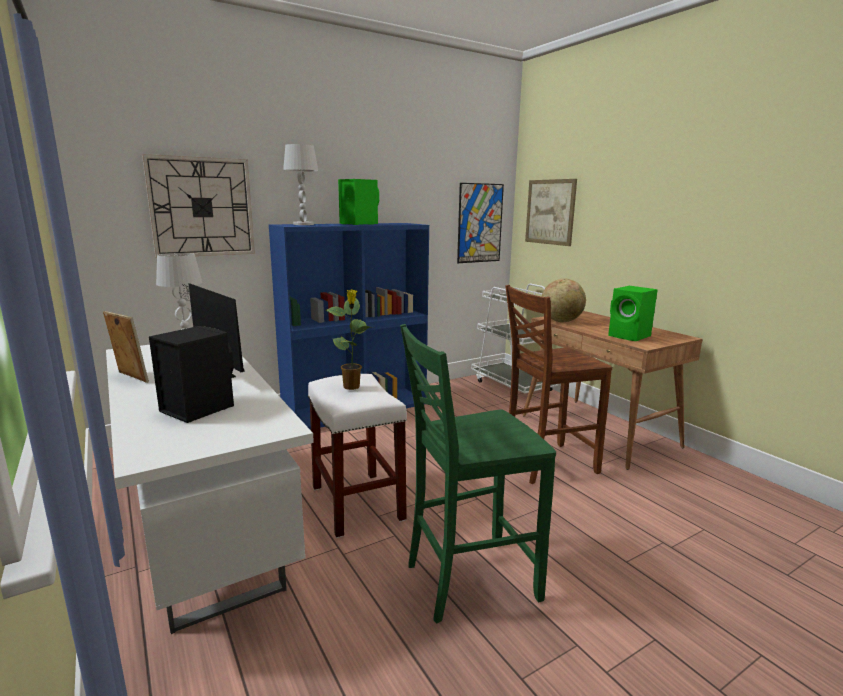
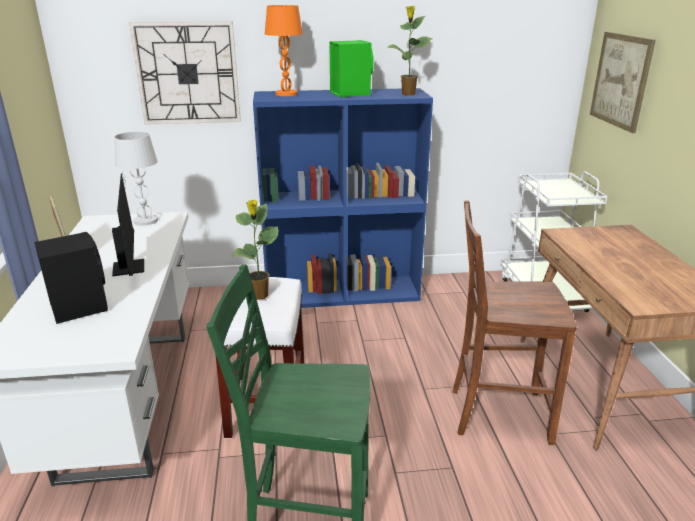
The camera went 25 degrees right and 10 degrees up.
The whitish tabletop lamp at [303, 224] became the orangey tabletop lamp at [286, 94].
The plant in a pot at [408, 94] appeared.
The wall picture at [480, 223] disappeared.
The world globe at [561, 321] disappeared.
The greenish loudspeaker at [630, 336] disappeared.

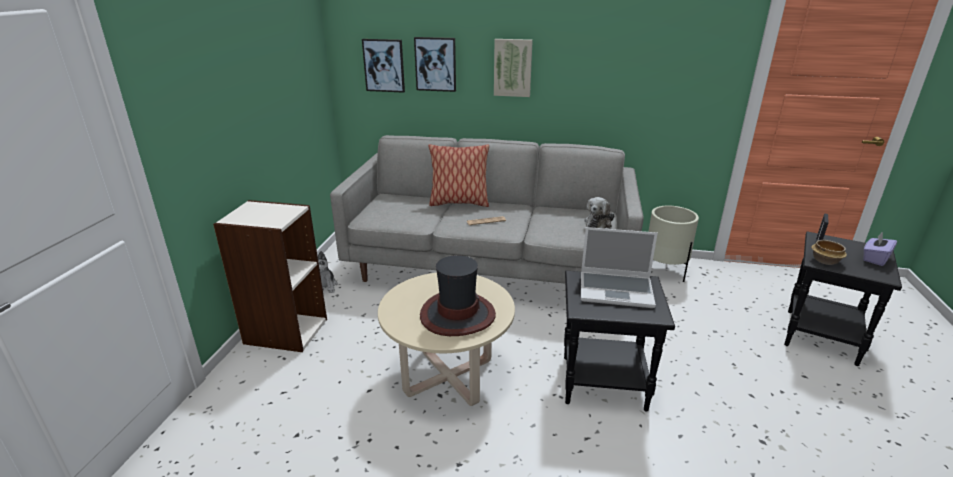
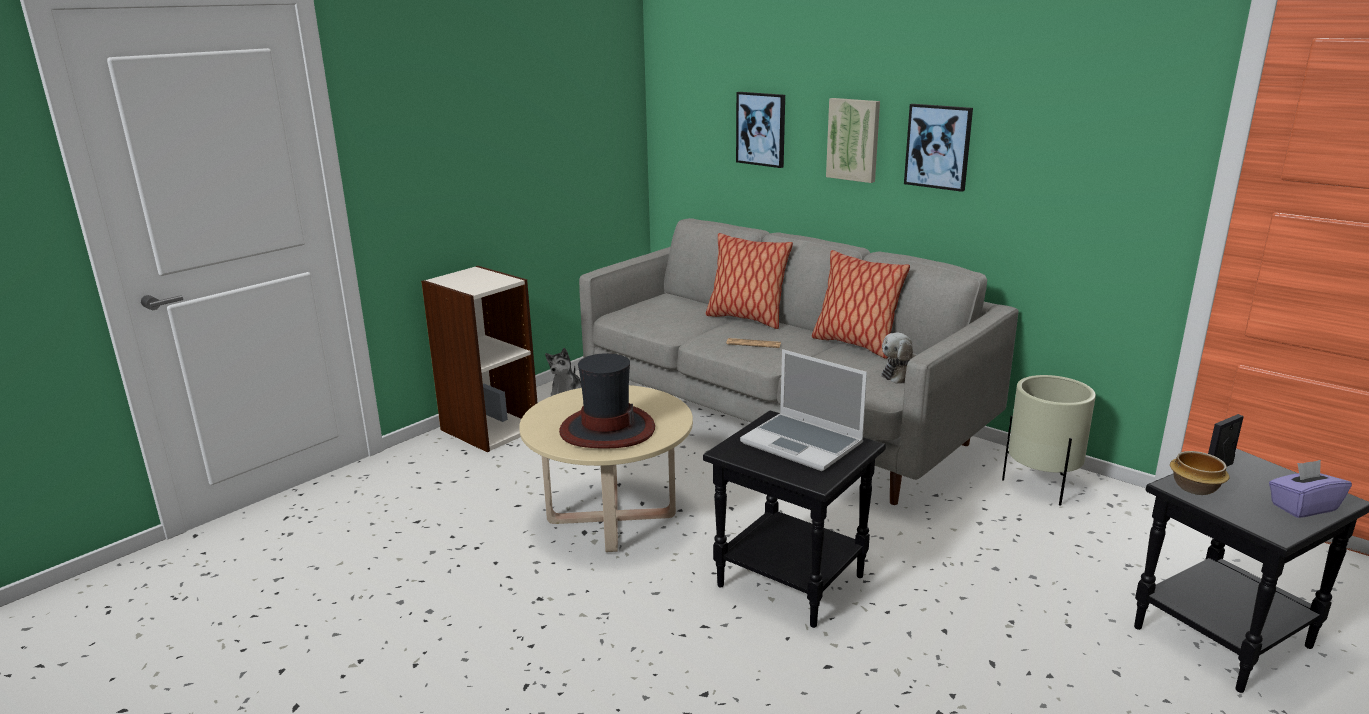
The camera went 30 degrees right and 5 degrees down.
The cushion at [855, 344] appeared.
The wall picture moved from [384, 65] to [938, 146].

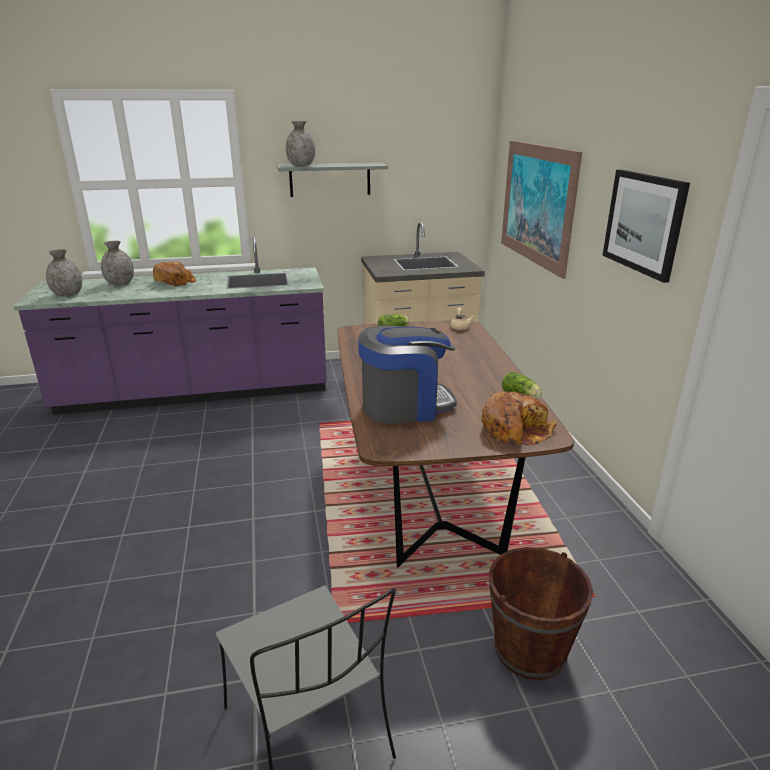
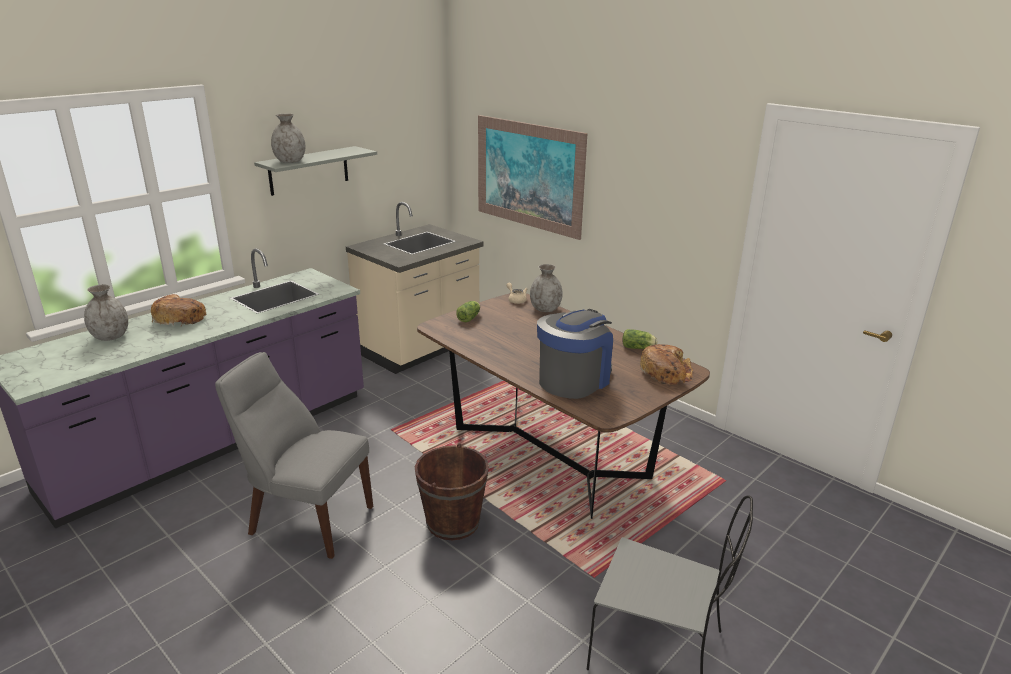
The camera went 35 degrees left and 0 degrees up.
The greyish chair at [306, 519] appeared.
The brown-coloured bucket moved from [529, 650] to [453, 522].
The greyish vase moved from [67, 294] to [545, 309].
The wall picture at [644, 223] disappeared.

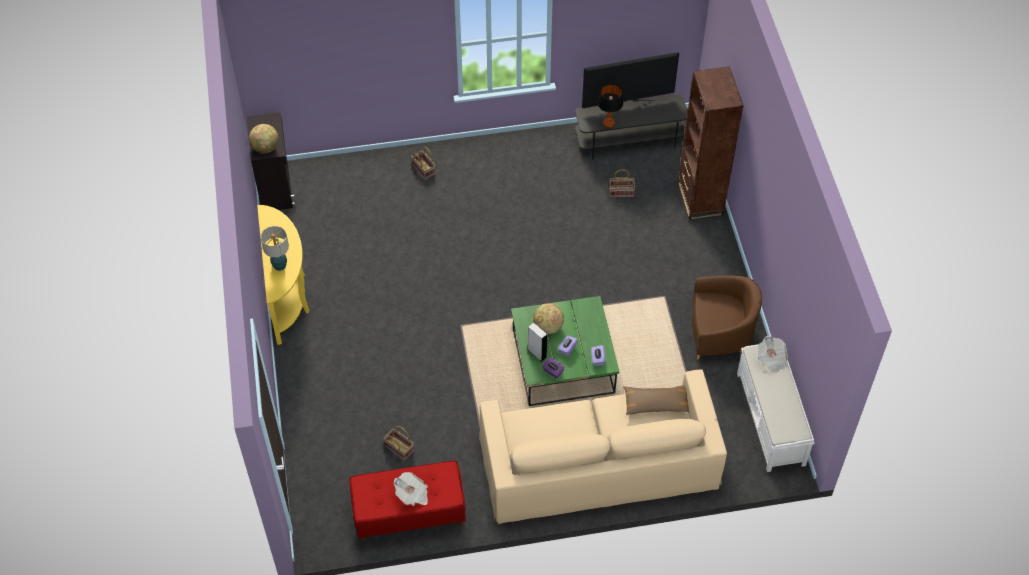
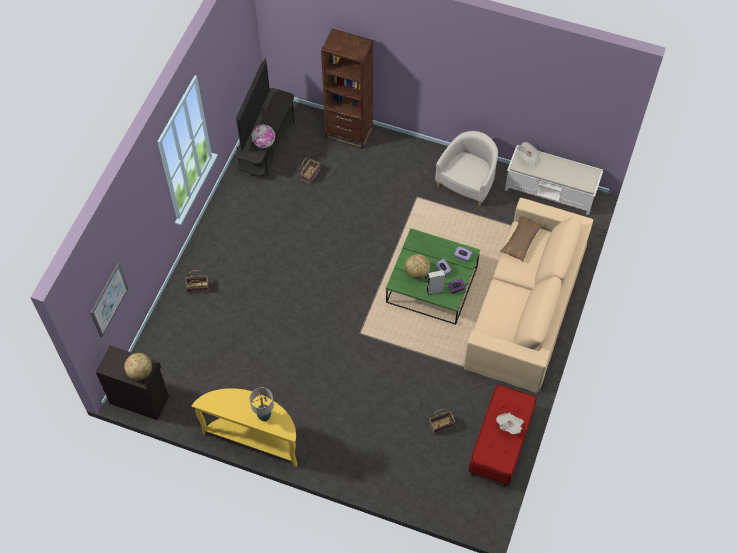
The camera went 60 degrees left and 5 degrees up.
The wall picture at [108, 299] appeared.
The tabletop lamp at [608, 123] was replaced by the world globe at [264, 143].
The brown-coloured armchair at [720, 333] became the whitish armchair at [467, 182].

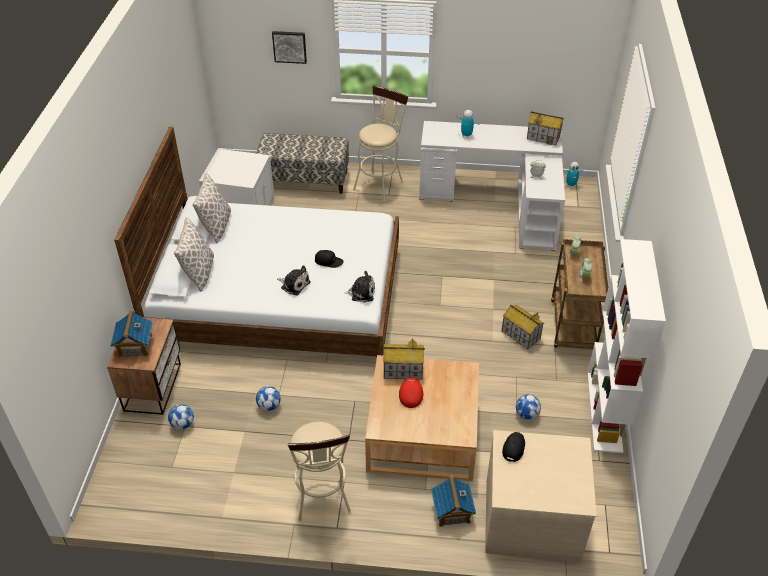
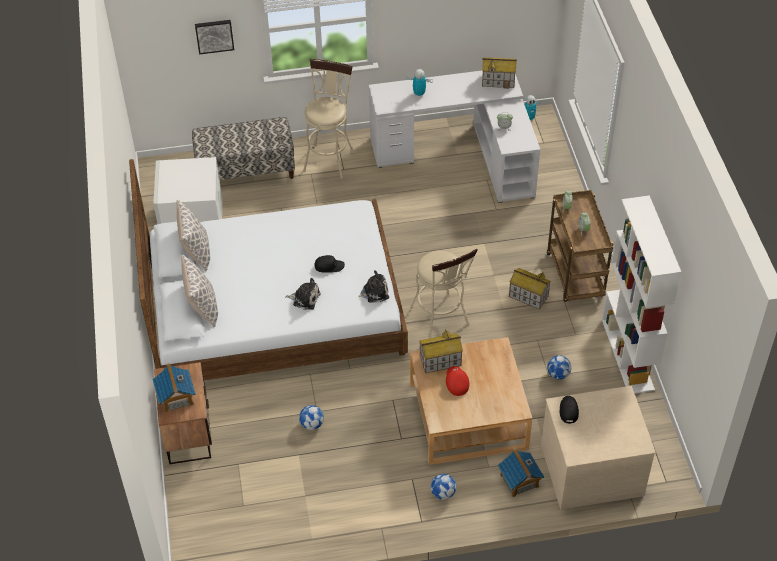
The camera went 15 degrees left and 5 degrees up.
The beige-coloured sitting stool moved from [322, 500] to [441, 320].
The football moved from [182, 424] to [443, 493].

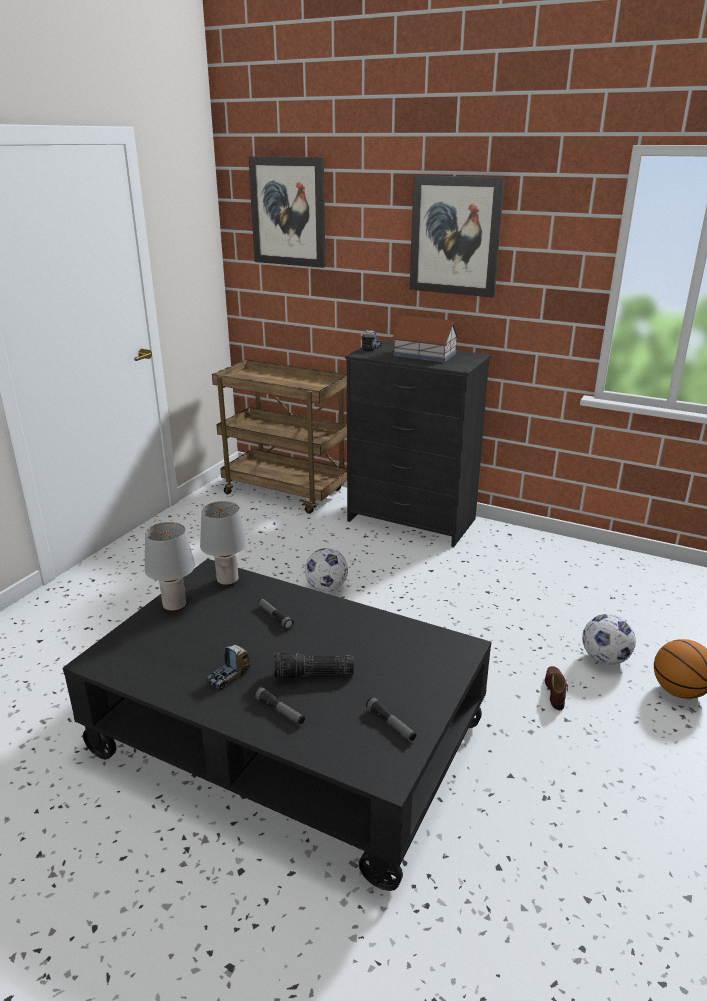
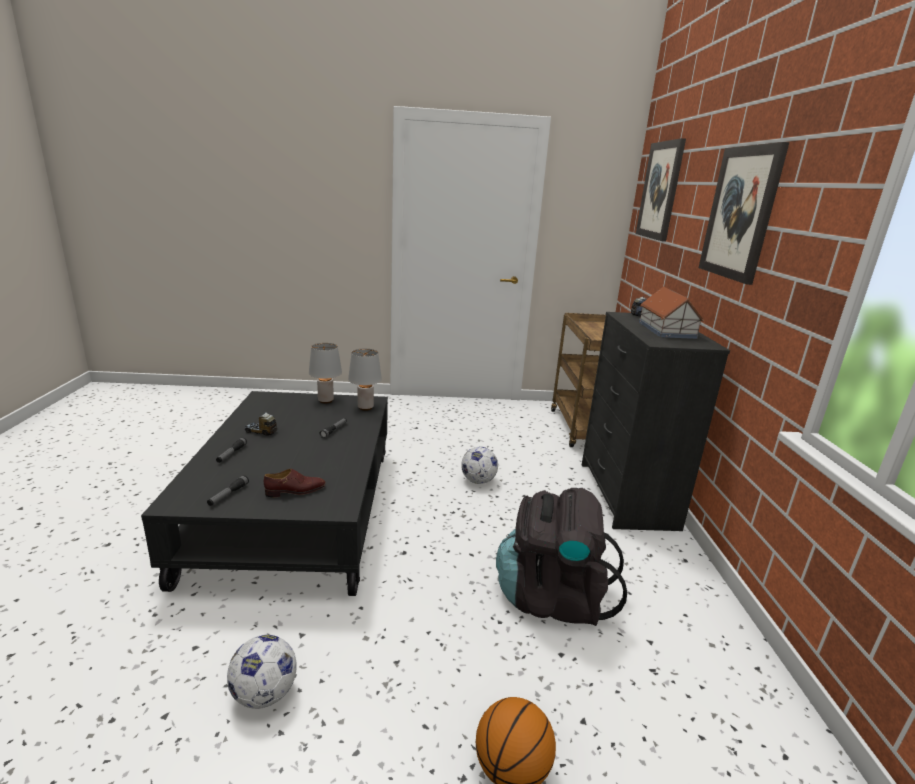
The camera went 60 degrees right and 5 degrees down.
The football moved from [604, 659] to [265, 693].
The brown-coloured low shoe moved from [555, 690] to [295, 491].
The blackish rucksack at [552, 597] appeared.
The torch at [313, 676] disappeared.

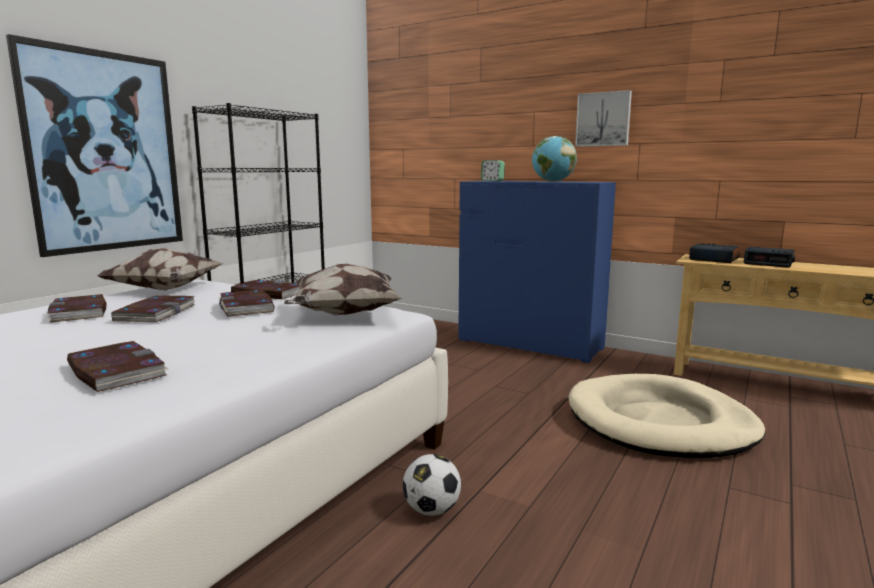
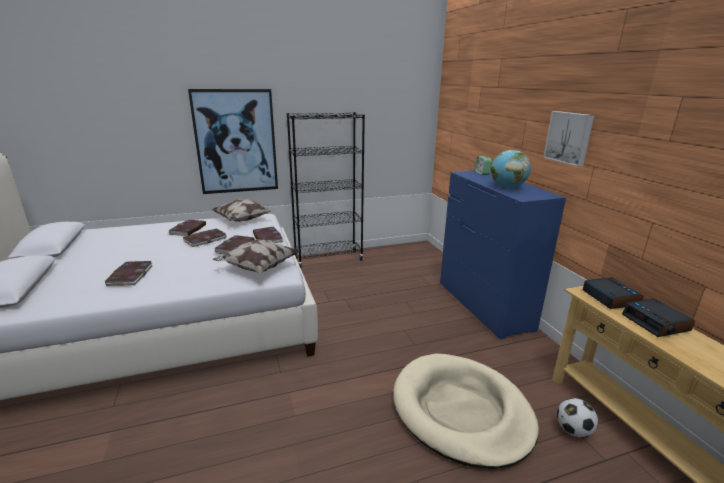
The camera went 40 degrees right and 10 degrees up.
The football moved from [431, 510] to [573, 430].

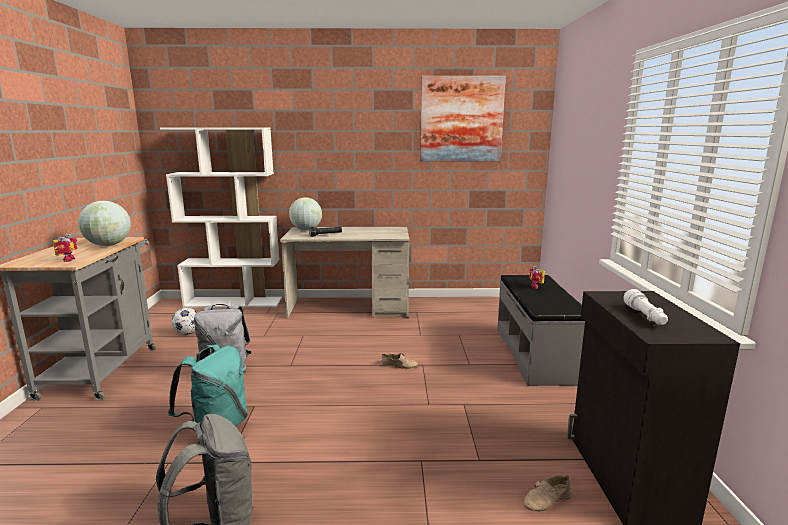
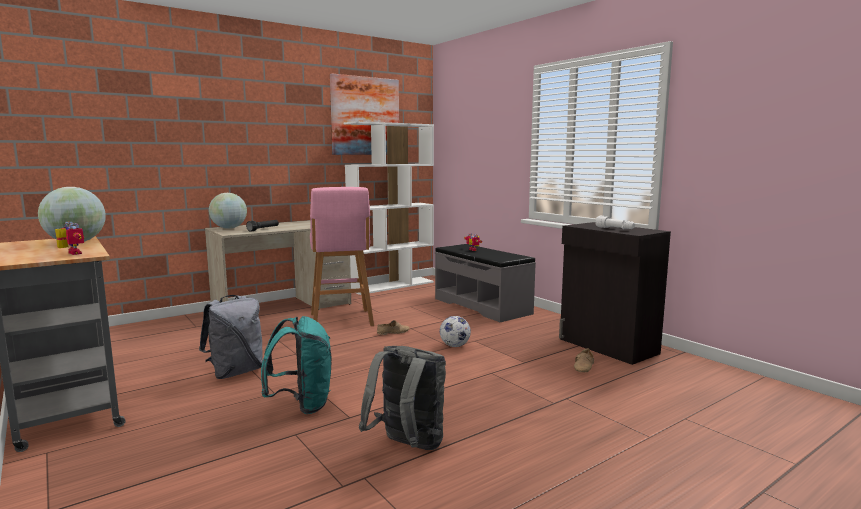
The camera went 35 degrees left and 5 degrees down.
The pink-coloured sitting stool at [341, 321] appeared.
The whitish bookcase moved from [234, 302] to [392, 285].
The football moved from [187, 333] to [455, 346].

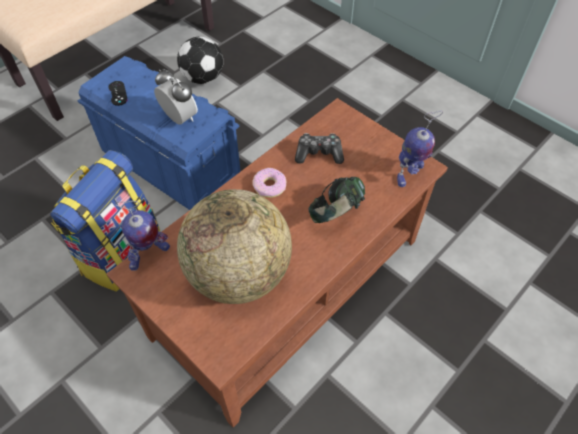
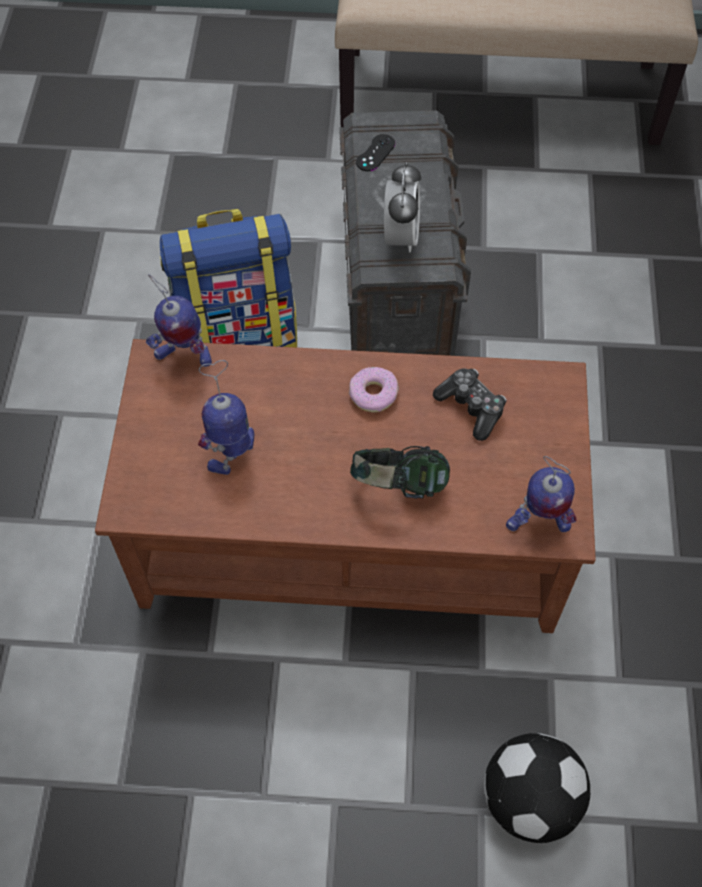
The camera went 50 degrees right and 5 degrees up.
The world globe at [239, 274] was replaced by the robot figure at [233, 452].
The bluish storage container at [171, 165] became the greyish storage container at [396, 285].
The football moved from [204, 78] to [531, 800].

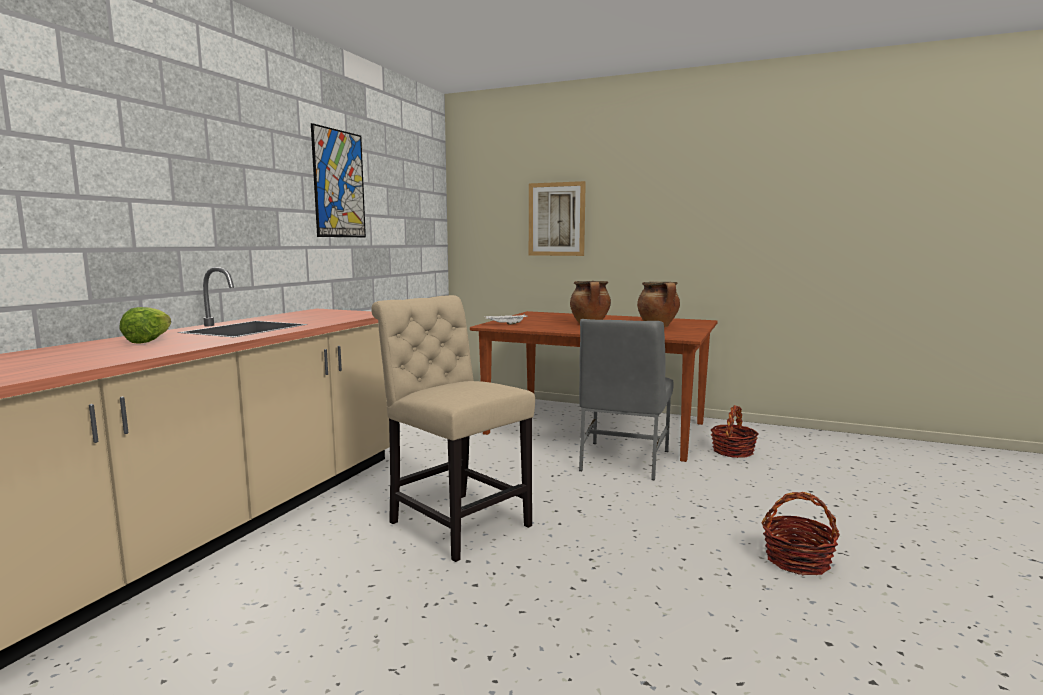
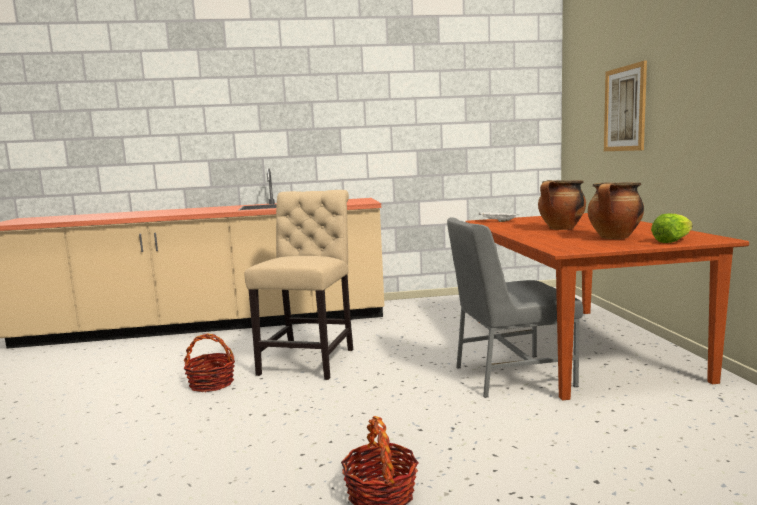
The camera went 60 degrees right and 0 degrees up.
The household basket moved from [732, 451] to [211, 384].
The lettuce moved from [149, 341] to [672, 241].
The wall picture at [339, 184] disappeared.

